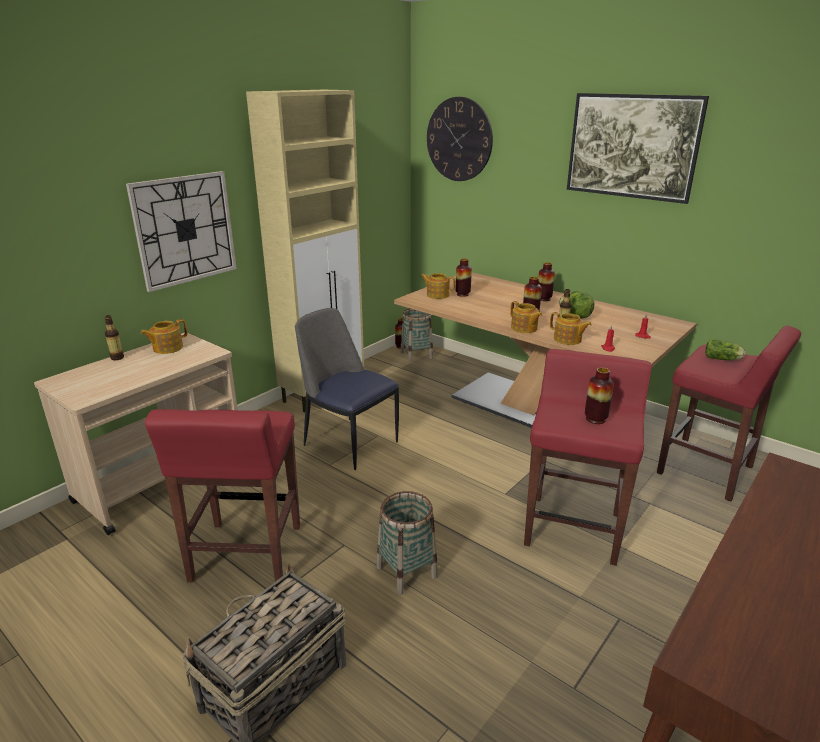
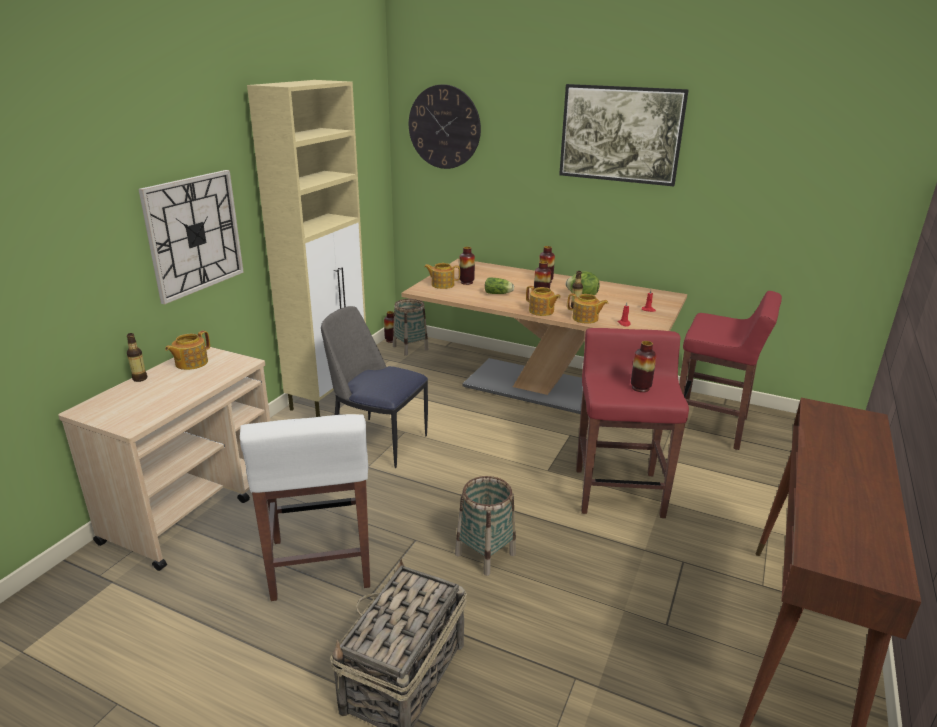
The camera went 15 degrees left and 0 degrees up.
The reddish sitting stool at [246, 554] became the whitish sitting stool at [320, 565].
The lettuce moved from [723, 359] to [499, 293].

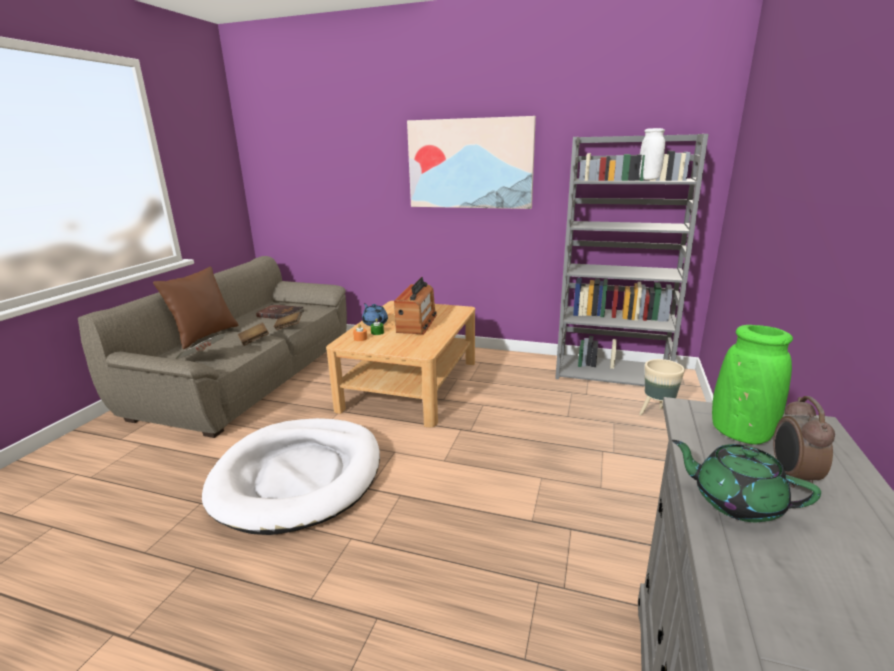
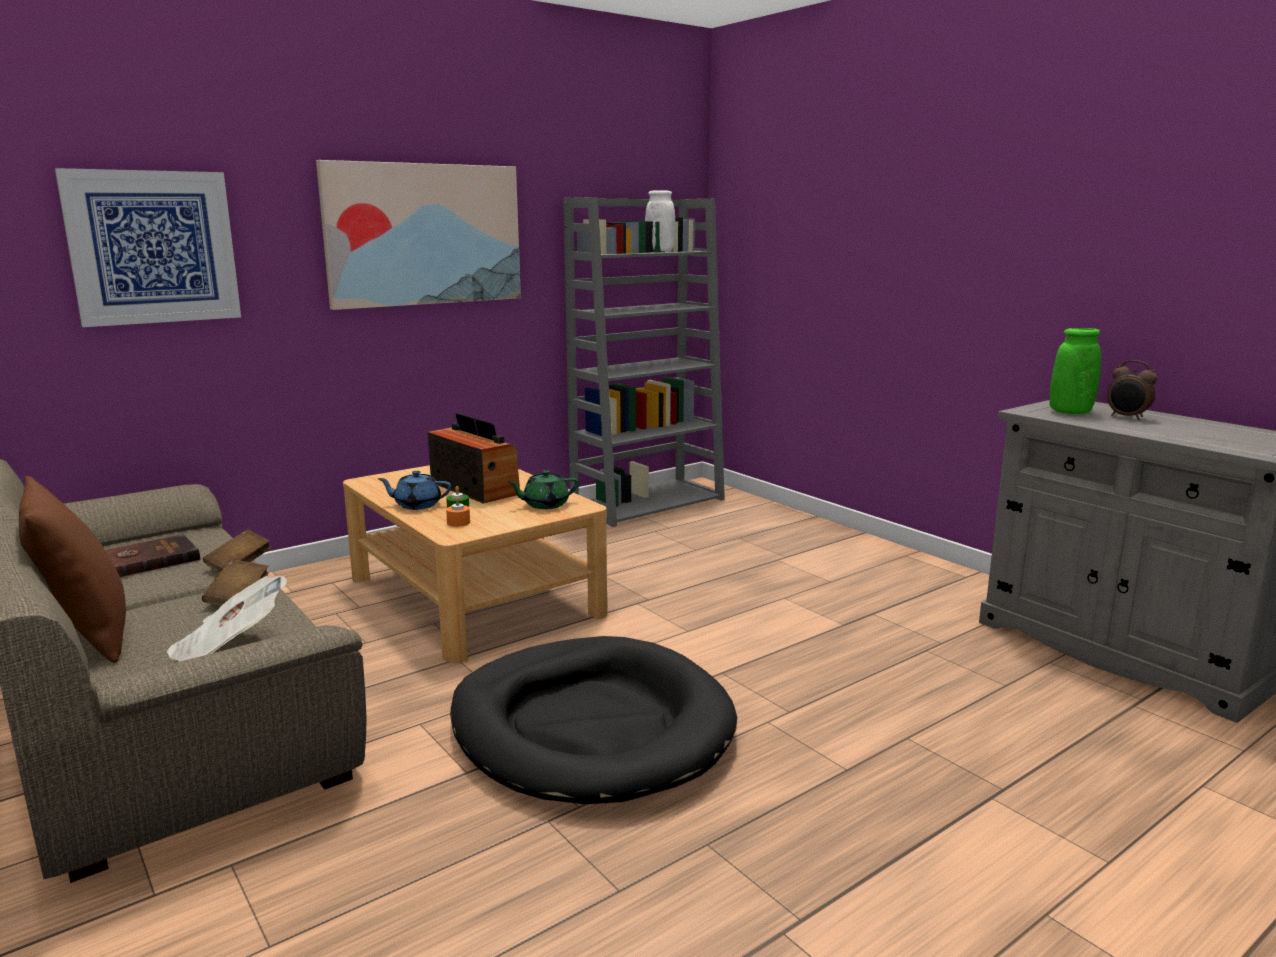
The camera went 55 degrees left and 5 degrees down.
The wall picture at [153, 247] appeared.
The whitish dog bed at [299, 476] became the blackish dog bed at [590, 727].
The greenish pot for tea moved from [735, 501] to [545, 505].
The beige-coloured flower pot at [657, 415] disappeared.

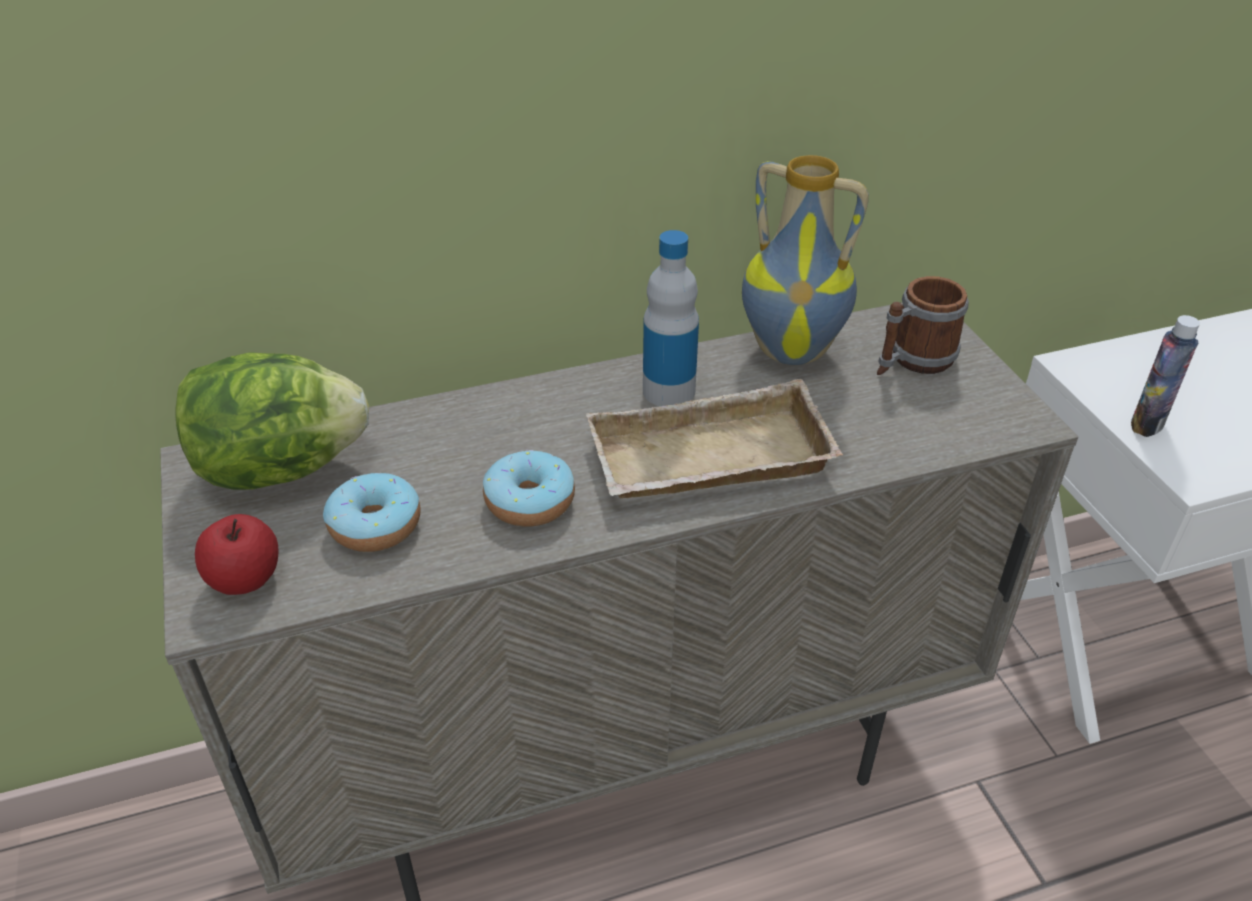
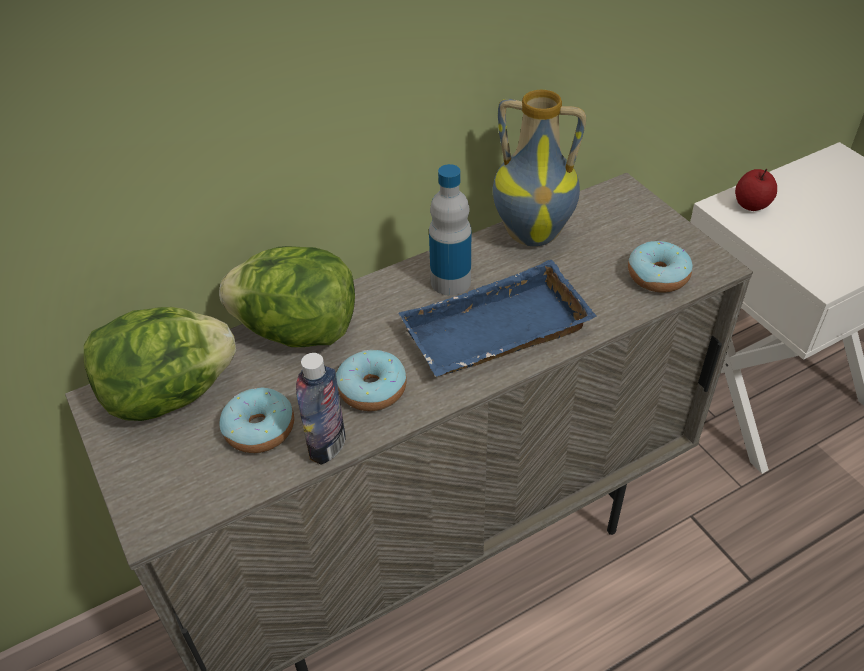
The camera went 10 degrees left and 5 degrees up.
The lettuce at [298, 331] appeared.
The drink bottle moved from [1147, 423] to [327, 446].
The beige-coloured serving tray at [708, 462] became the bluish serving tray at [496, 335].
The doughnut at [657, 276] appeared.
The whole apple moved from [246, 579] to [751, 204].
The coffee mug at [912, 361] disappeared.

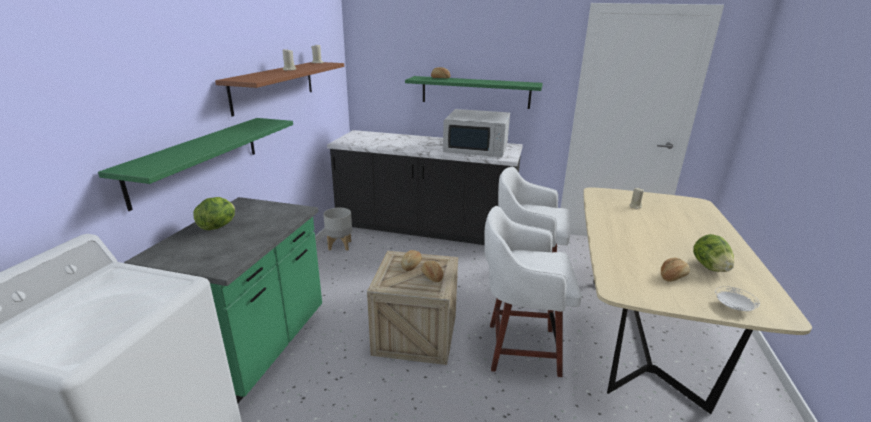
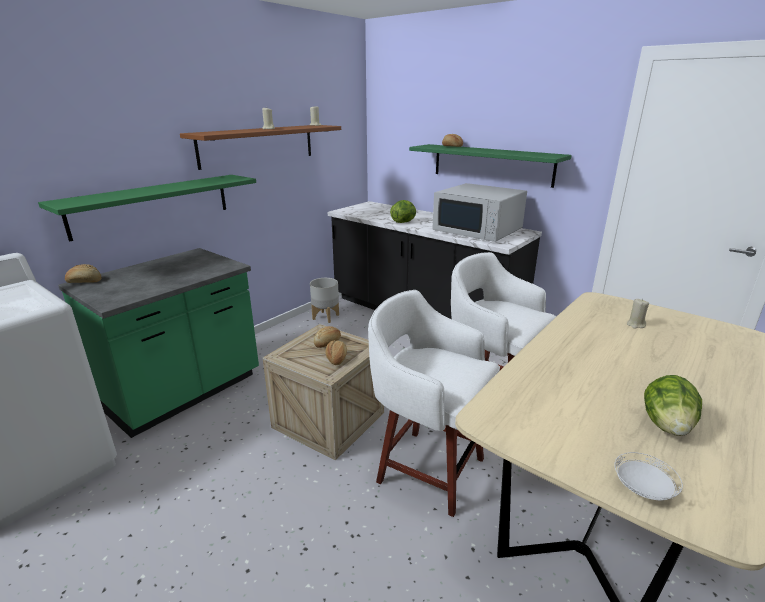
The camera went 25 degrees right and 0 degrees up.
The bread moved from [672, 276] to [84, 281].
The lettuce moved from [218, 226] to [404, 222].

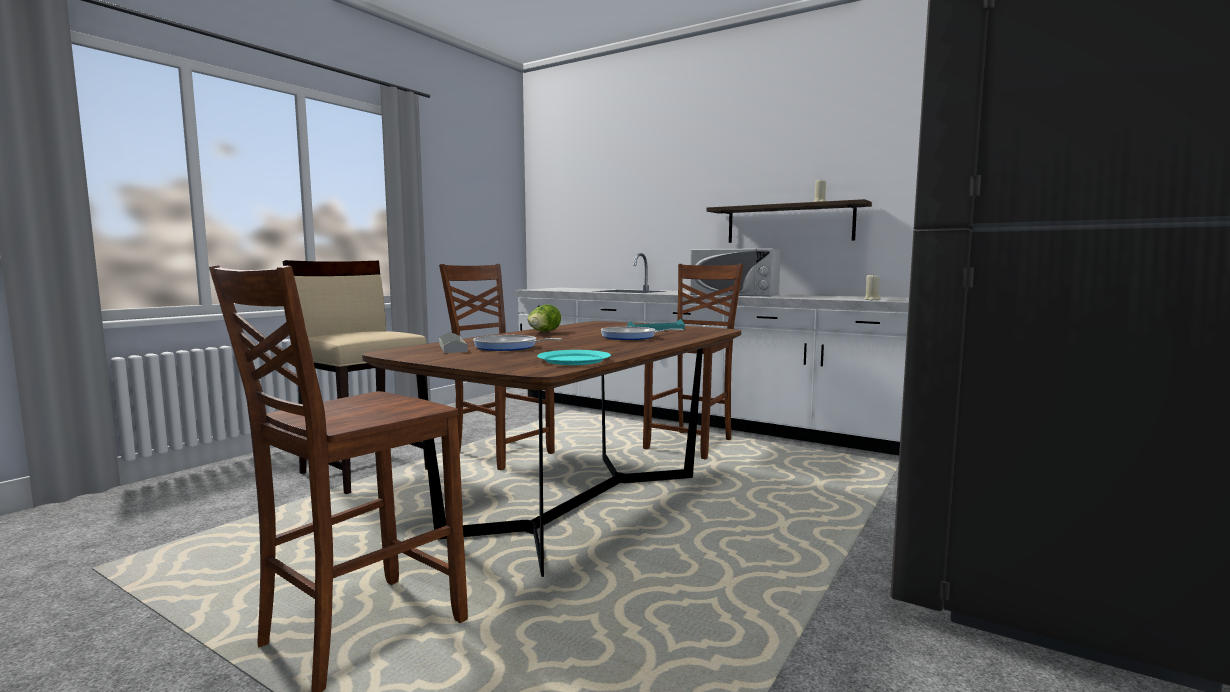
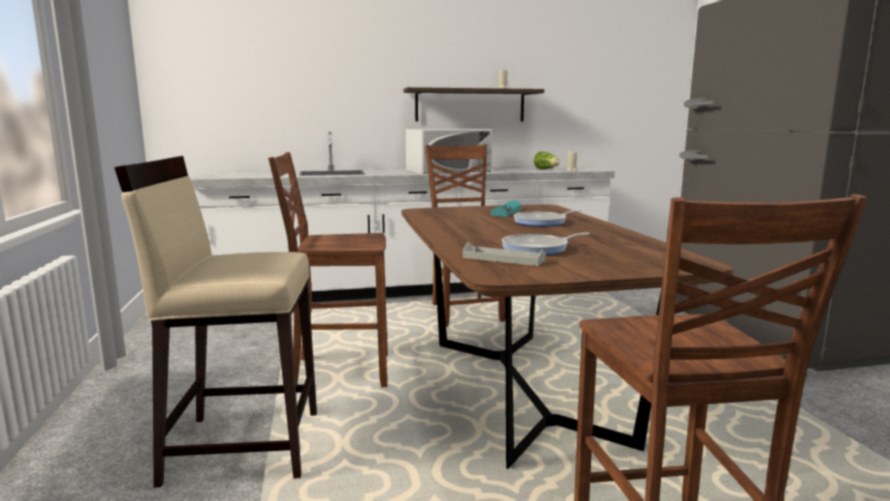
The camera went 45 degrees left and 5 degrees up.
The lettuce moved from [543, 332] to [546, 169].
The turquoise plate at [573, 360] disappeared.

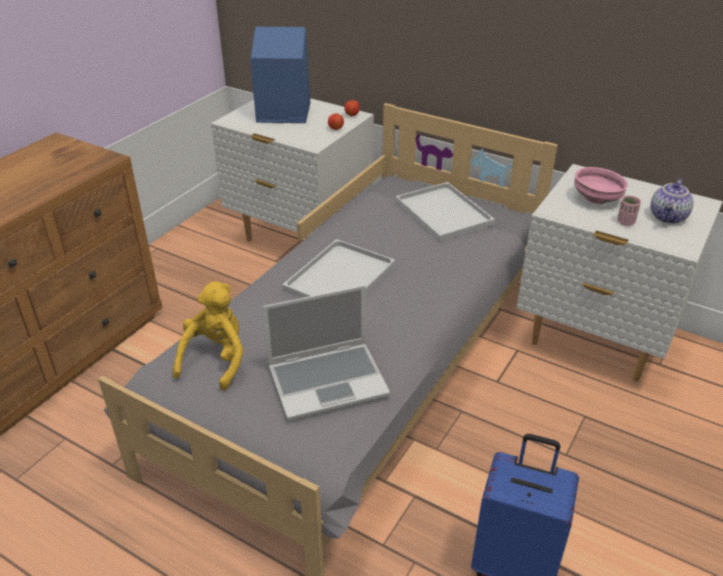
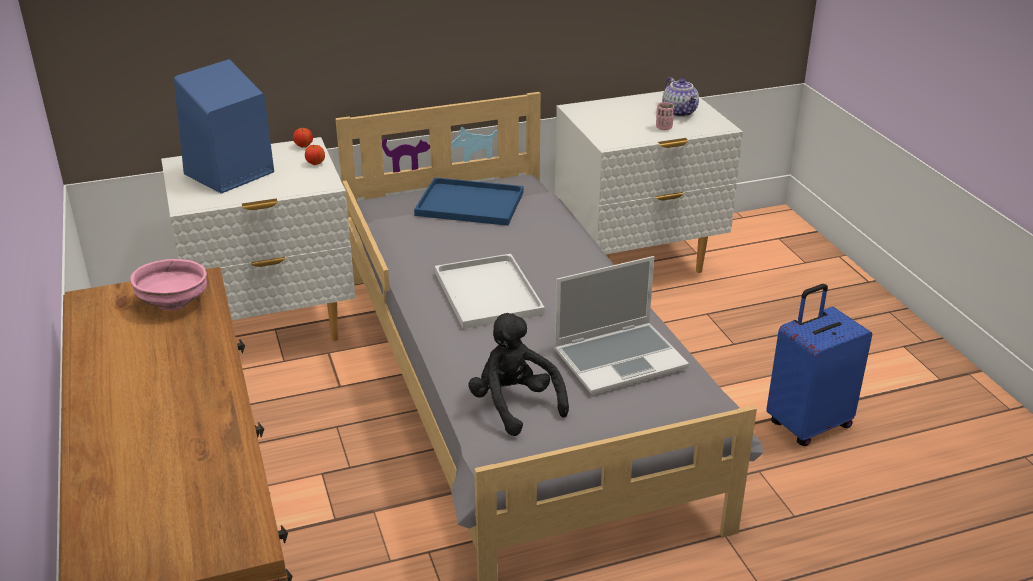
The camera went 50 degrees left and 5 degrees down.
The pink-coloured deep dish moved from [597, 199] to [175, 302].
The whitish serving tray at [441, 212] became the bluish serving tray at [467, 204].
The yellowish soft toy at [216, 359] became the blackish soft toy at [514, 405].
The portable computer at [329, 381] turned 45 degrees clockwise.

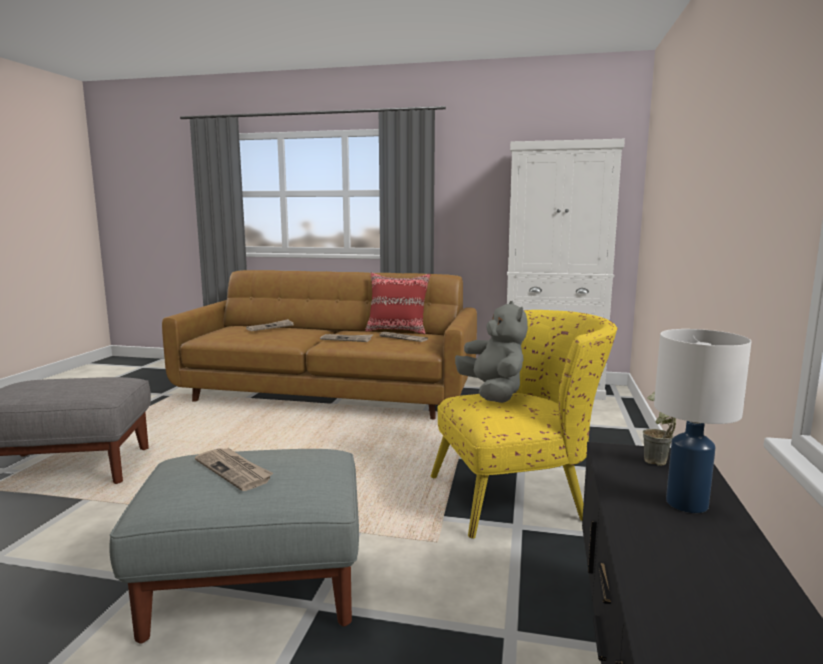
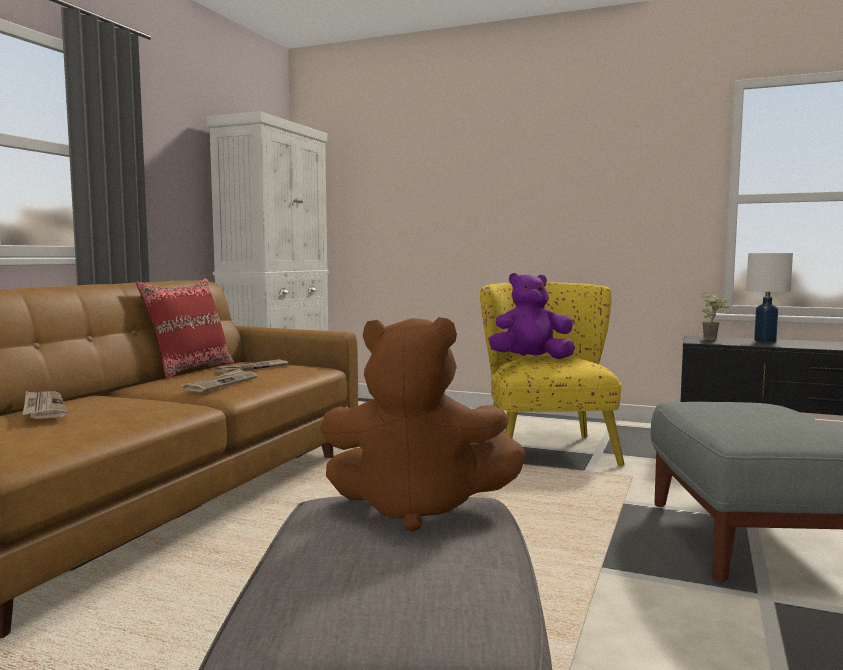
The camera went 80 degrees left and 5 degrees down.
The brown-coloured soft toy at [417, 508] appeared.
The greyish soft toy at [493, 393] became the purplish soft toy at [531, 359].
The daily paper at [234, 470] disappeared.

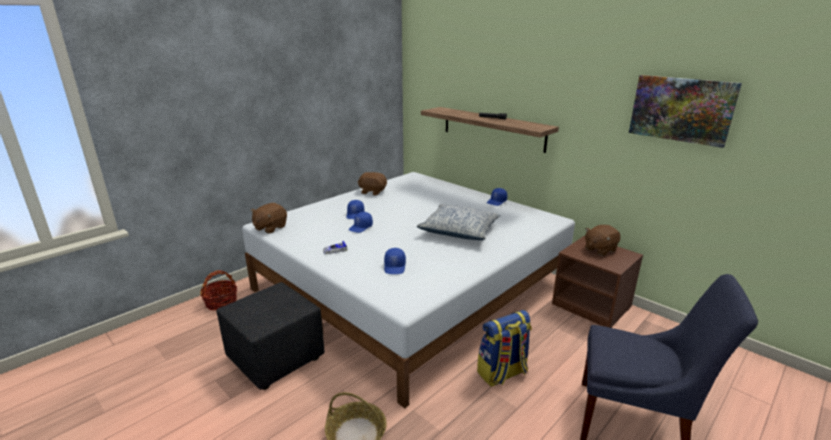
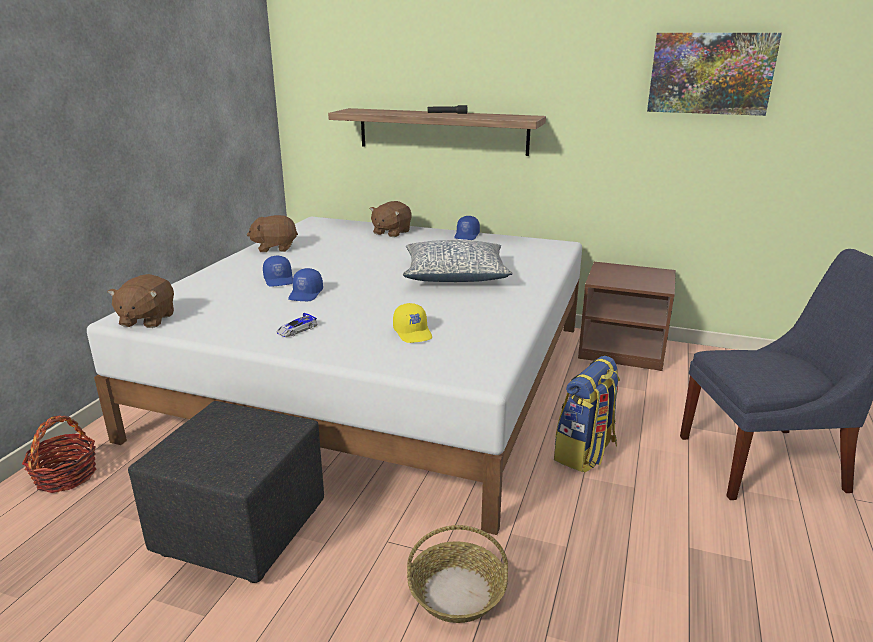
The camera went 25 degrees left and 0 degrees up.
The brown-coloured soft toy moved from [599, 249] to [391, 232].
The bluish baseball cap at [395, 267] became the yellowish baseball cap at [413, 333].

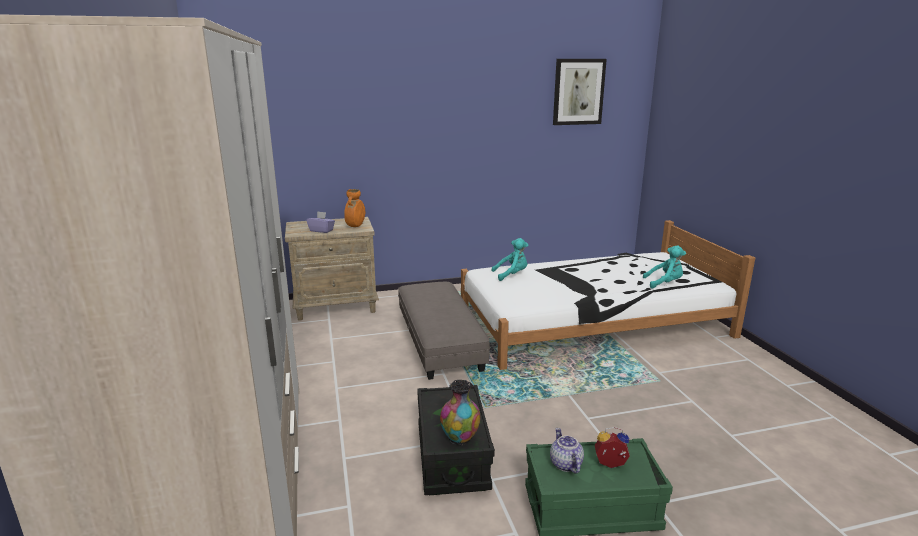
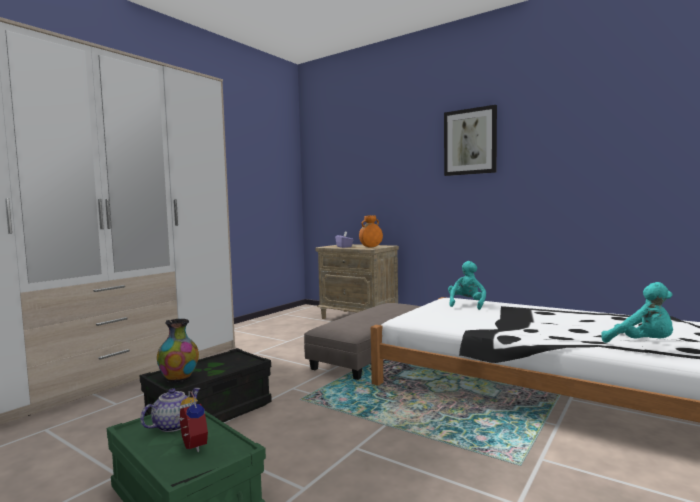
The camera went 50 degrees right and 15 degrees down.
The wall picture moved from [578, 92] to [470, 142].
The turquoise soft toy at [512, 275] turned 105 degrees counterclockwise.

